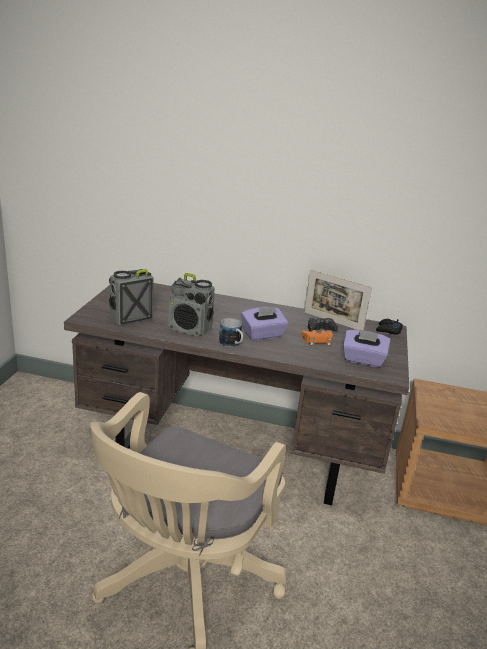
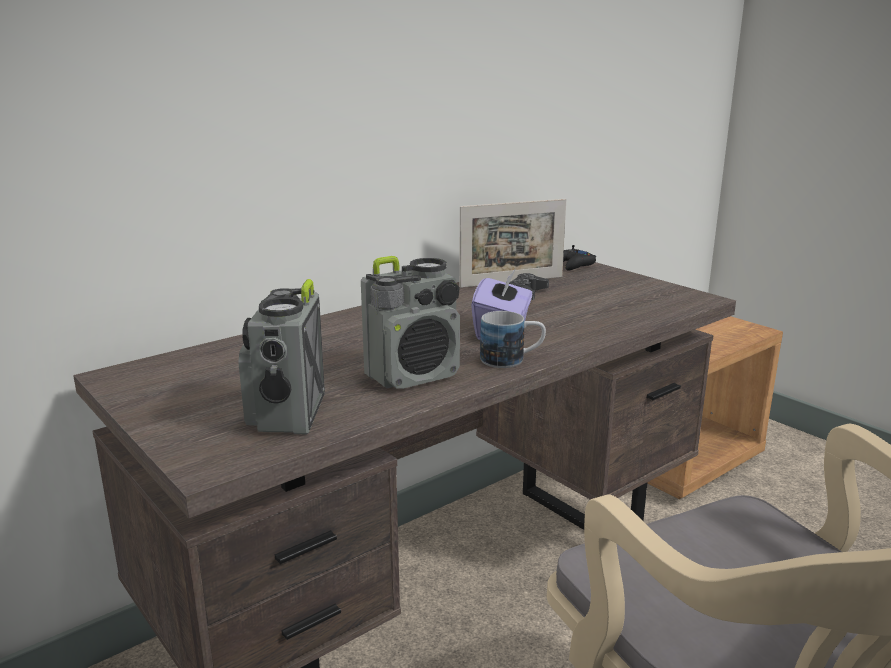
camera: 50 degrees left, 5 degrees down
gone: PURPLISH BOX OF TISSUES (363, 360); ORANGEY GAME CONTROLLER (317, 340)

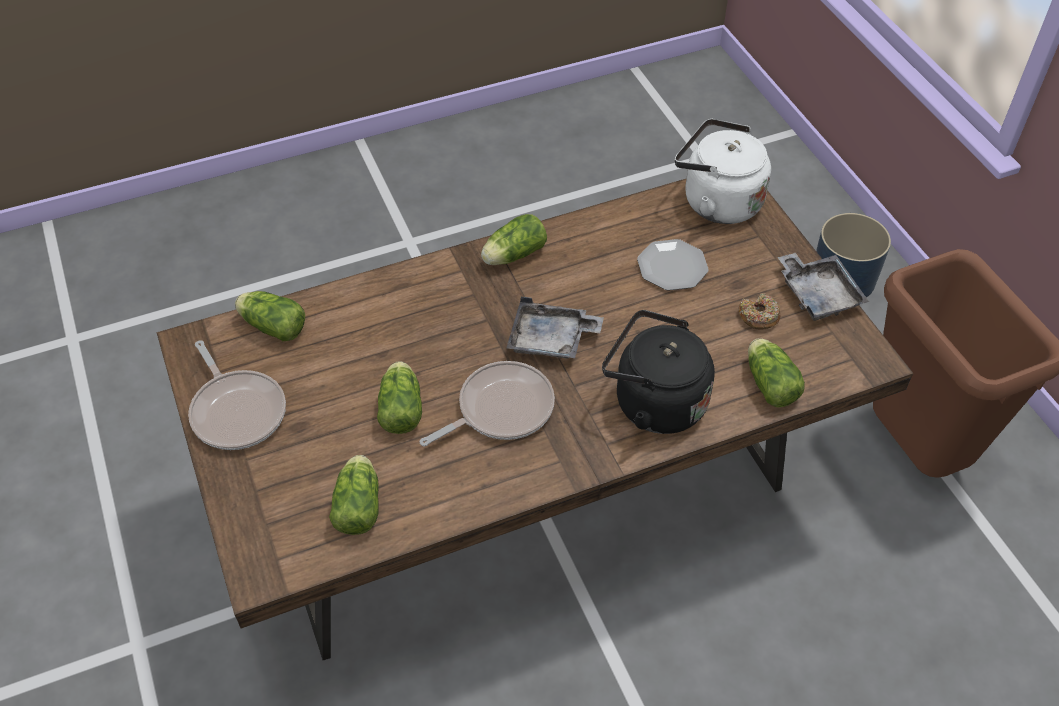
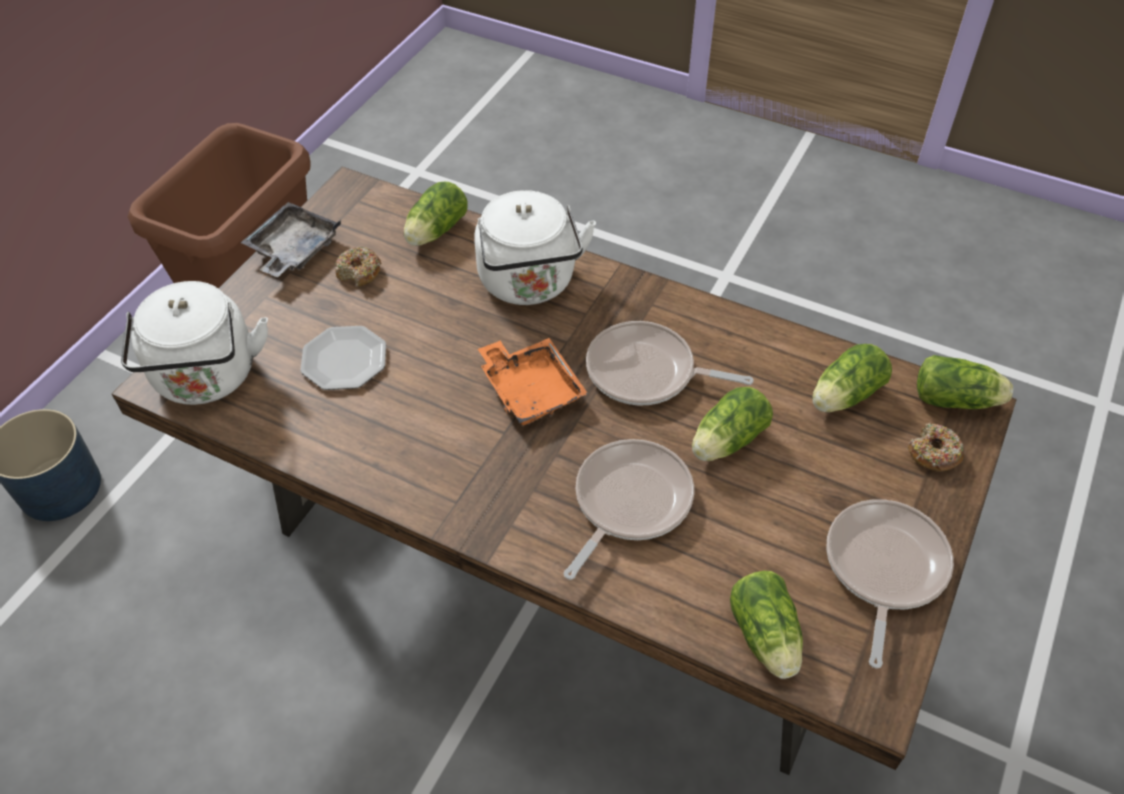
camera: 130 degrees left, 0 degrees up
new: DOUGHNUT (933, 453); PAN (628, 502)
shifted: HEAD OF LETTUCE (512, 255) to (958, 400)
repainted: GREYISH SERVING TRAY (551, 340) to ORANGEY SERVING TRAY (531, 389); BLACKISH KETTLE (654, 402) to WHITE-COLOURED KETTLE (529, 284)

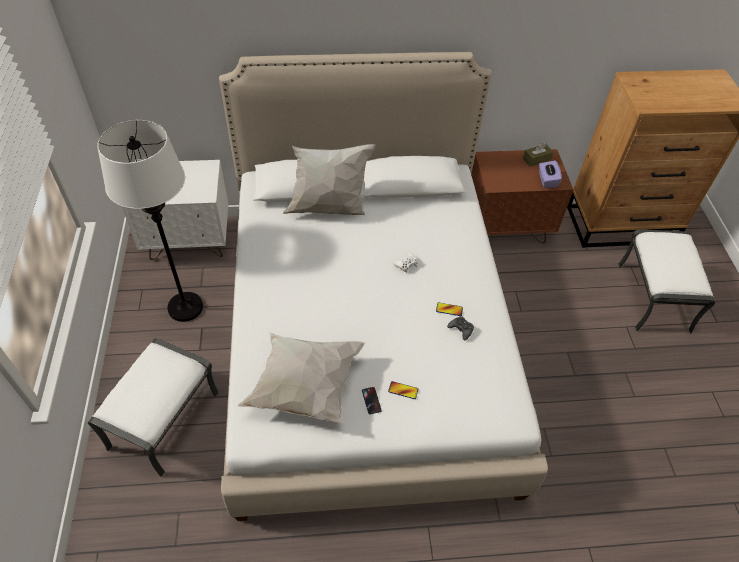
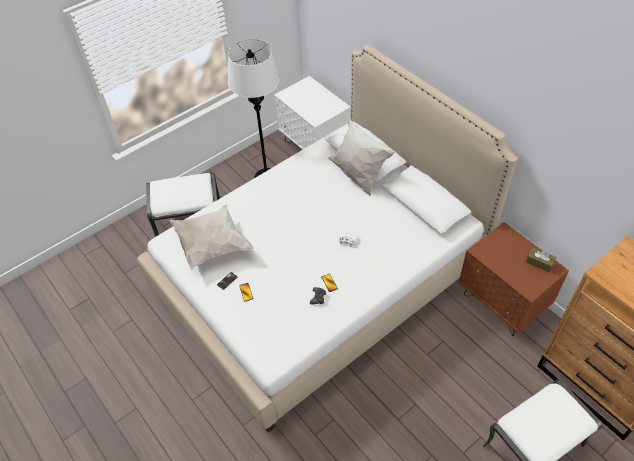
camera: 60 degrees right, 0 degrees up
gone: PURPLISH BOX OF TISSUES (547, 180)

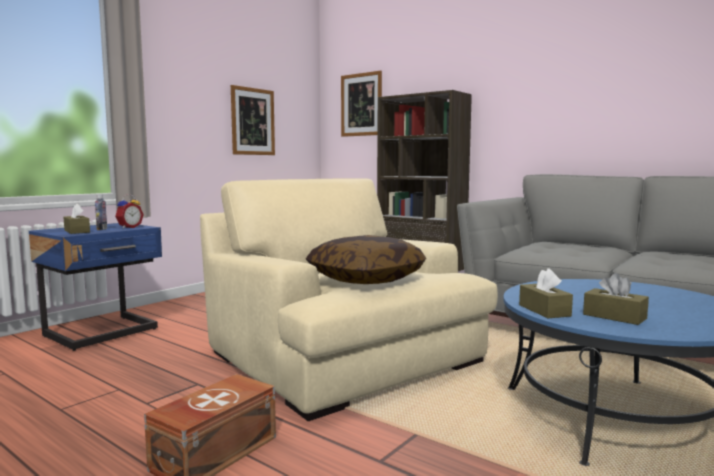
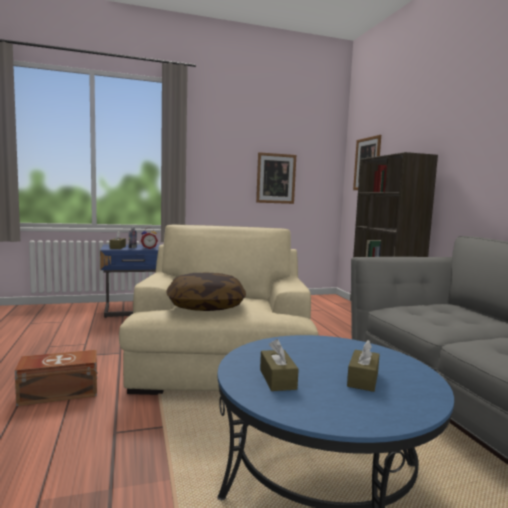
camera: 35 degrees right, 0 degrees up
shifted: BROWNISH BOX OF TISSUES (544, 310) to (363, 379)

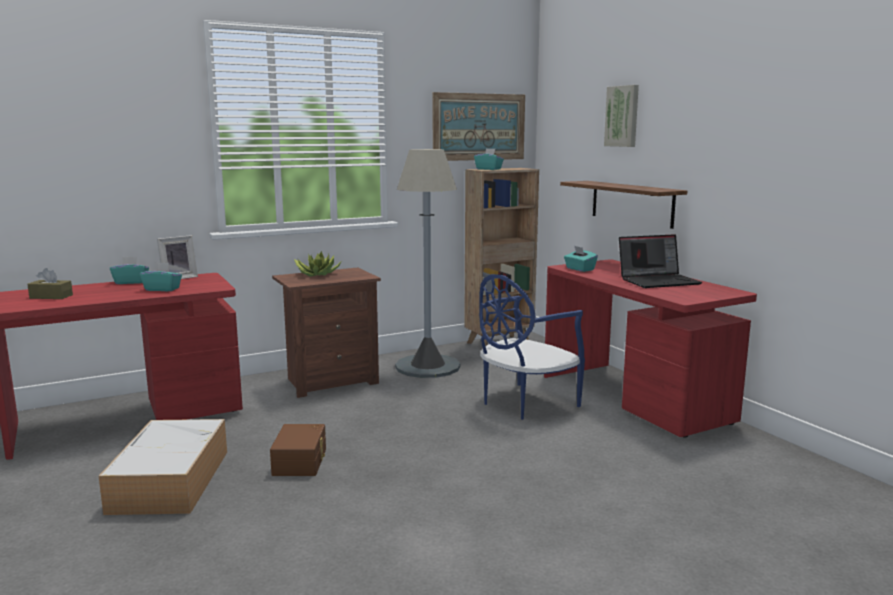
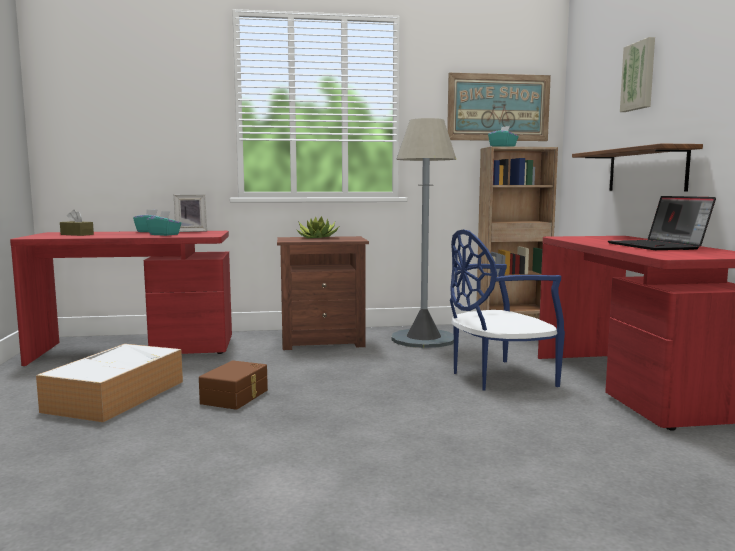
camera: 20 degrees right, 5 degrees down
gone: TURQUOISE BOX OF TISSUES (579, 269)
rotated: NOTEBOOK COMPUTER (659, 281) = (658, 246) 75 degrees clockwise

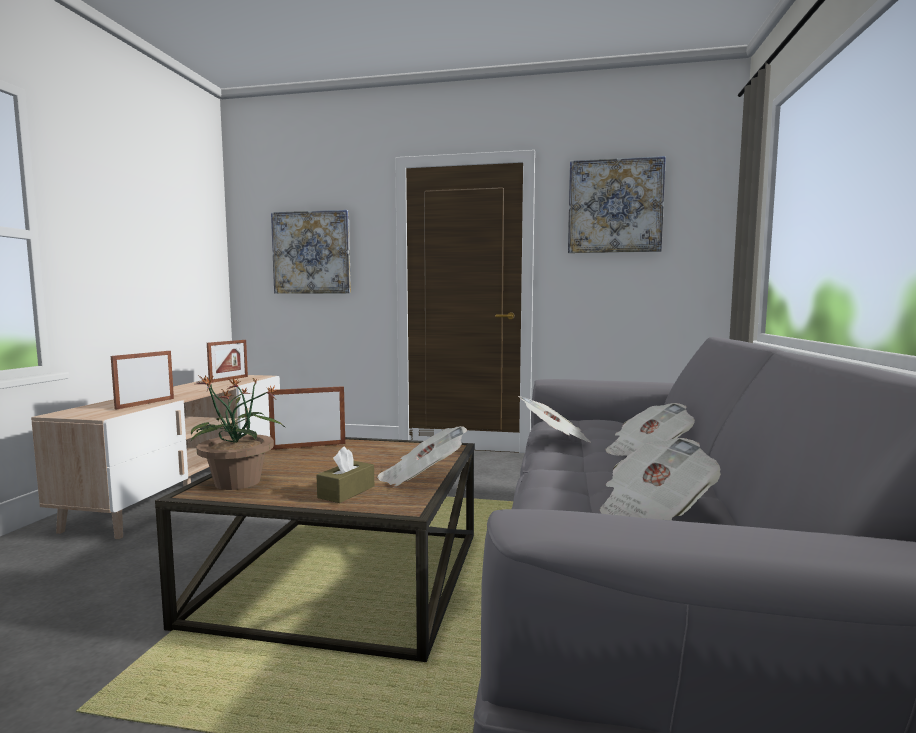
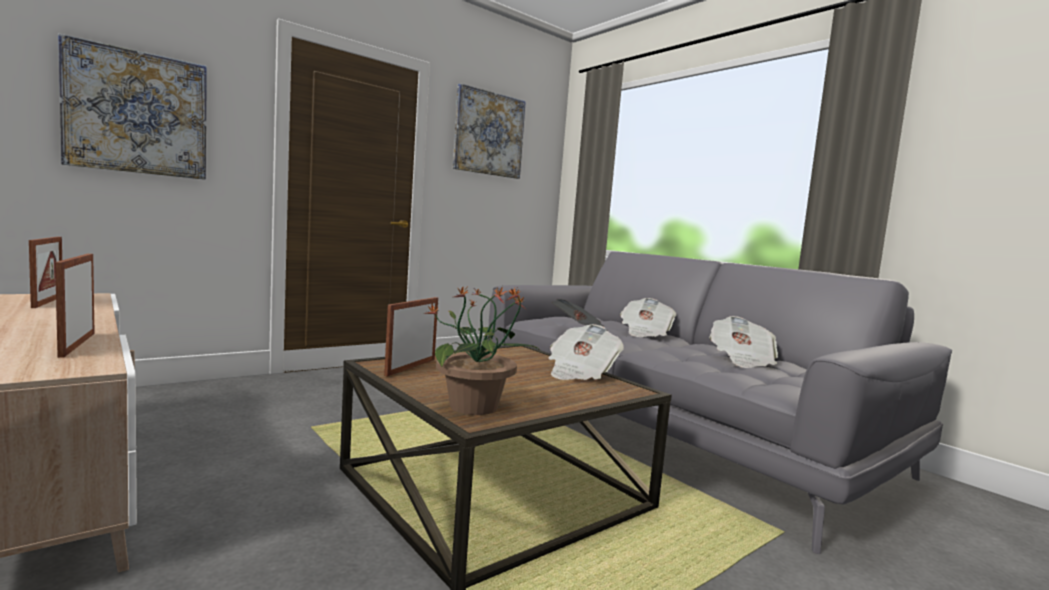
camera: 50 degrees left, 0 degrees up
gone: BROWNISH BOX OF TISSUES (346, 492)

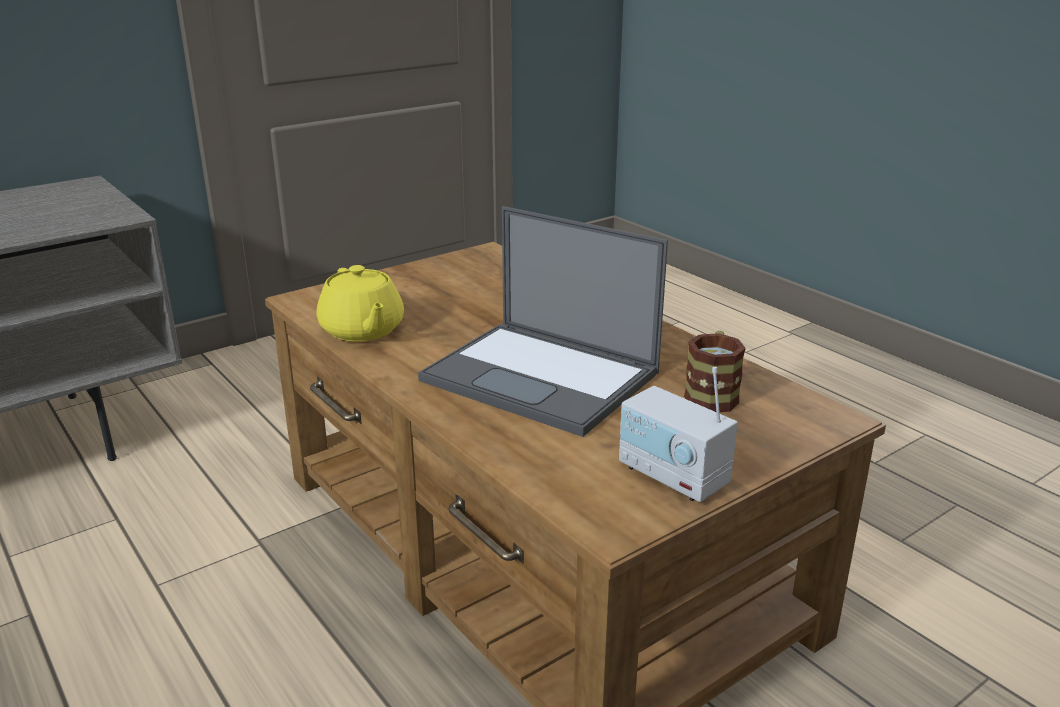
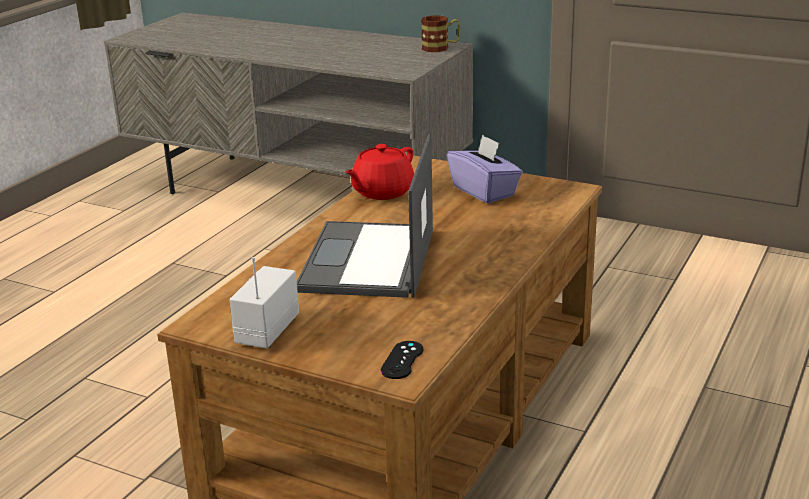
camera: 65 degrees right, 0 degrees up
new: PURPLISH BOX OF TISSUES (484, 191); BLACKISH GAME CONTROLLER (402, 360)
shifted: COFFEE MUG (712, 394) to (441, 48)
repainted: YELLOW-COLOURED TEAPOT (362, 330) to RED-COLOURED TEAPOT (381, 192)

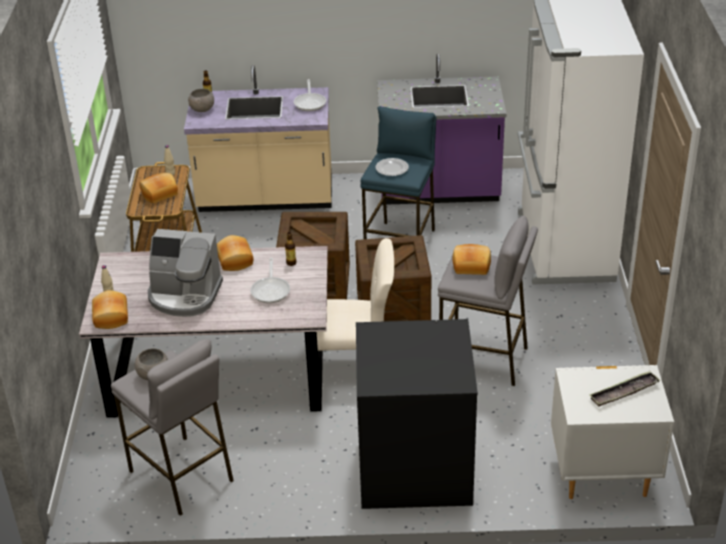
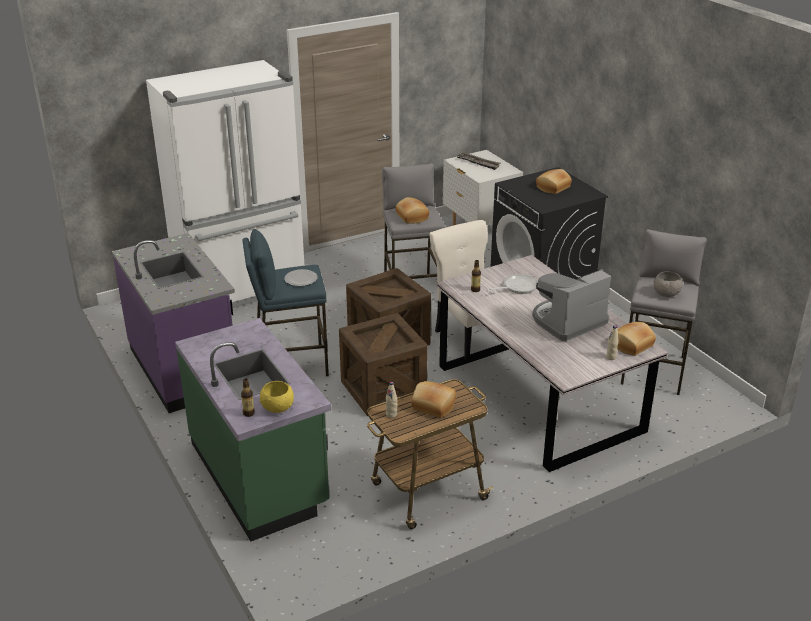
camera: 120 degrees left, 5 degrees down
gone: PAN (310, 102)
shifted: BREAD (234, 260) to (553, 188)
repainted: BEIGE KITCHEN COUNTER (266, 198) to GREEN-COLOURED KITCHEN COUNTER (260, 475); GREYISH DEEP DISH (203, 109) to YELLOW-COLOURED DEEP DISH (277, 407)
rotated: COFFEE MACHINE (184, 295) = (567, 321) 105 degrees counterclockwise

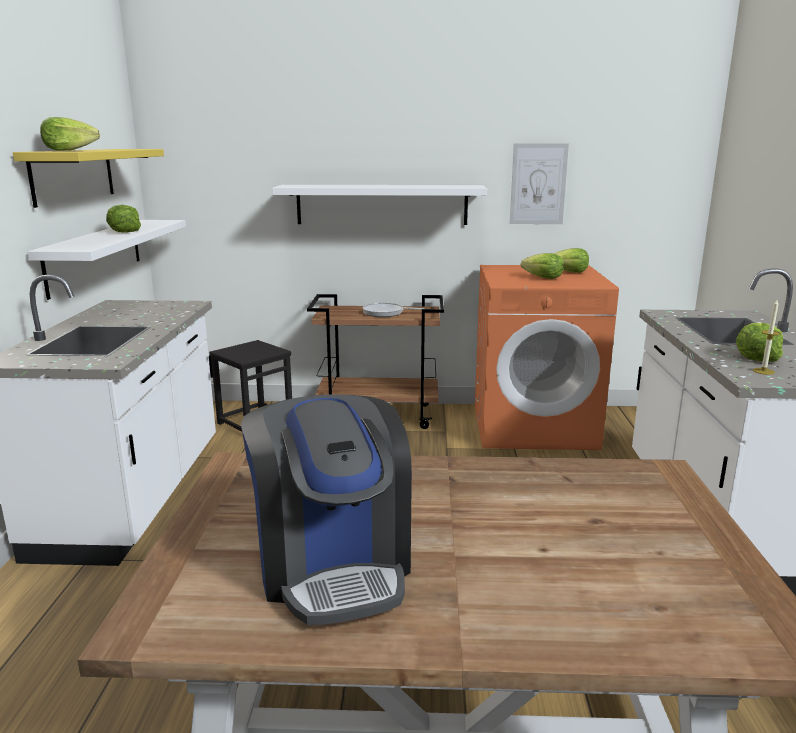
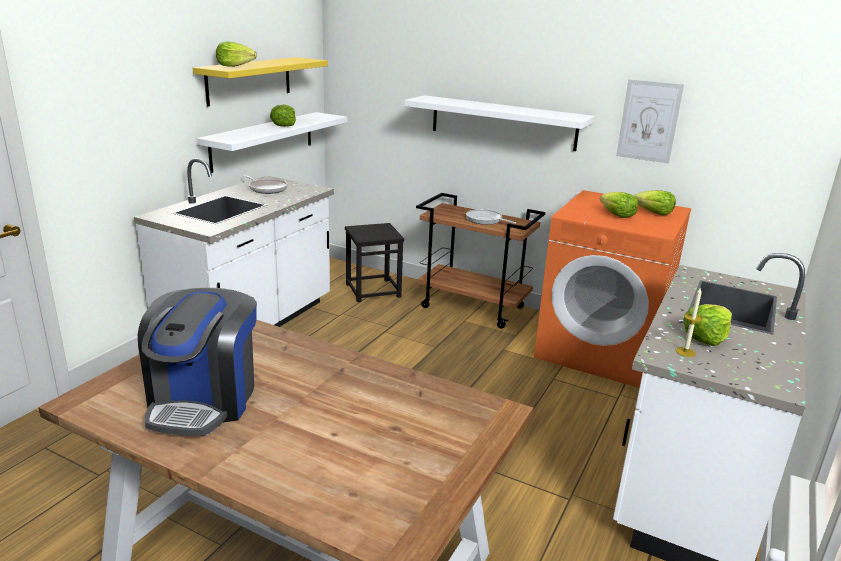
camera: 25 degrees right, 5 degrees up
new: PAN (267, 189)

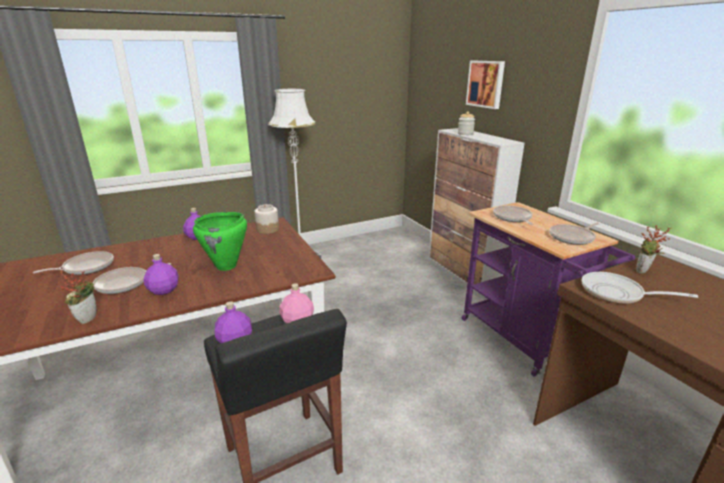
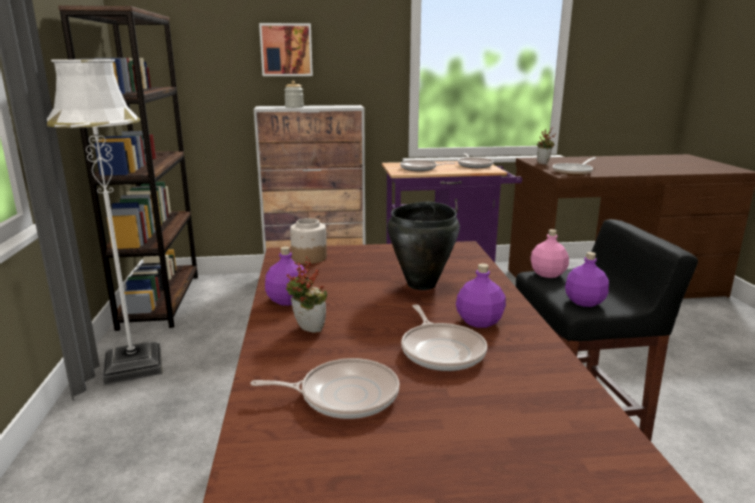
camera: 70 degrees left, 5 degrees down
new: BROWNISH BOOKCASE (160, 300)
shifted: HOUSEPLANT (87, 318) to (306, 330)
repainted: GREEN-COLOURED SAUCEPOT (226, 266) to BLACKISH SAUCEPOT (422, 284)
rotated: PAN (86, 267) = (344, 395) 105 degrees clockwise

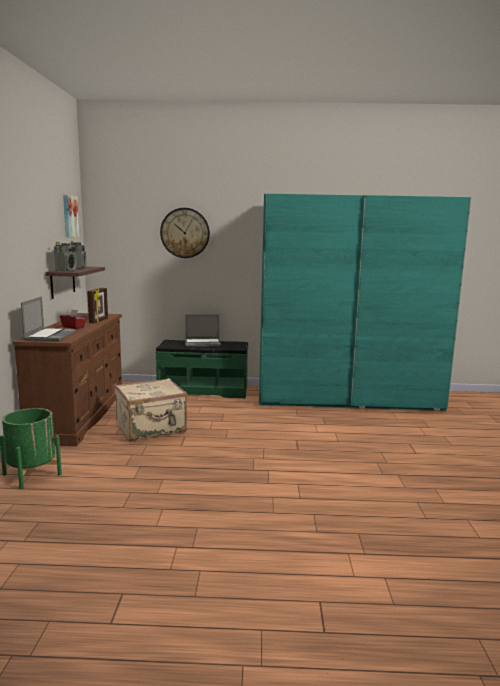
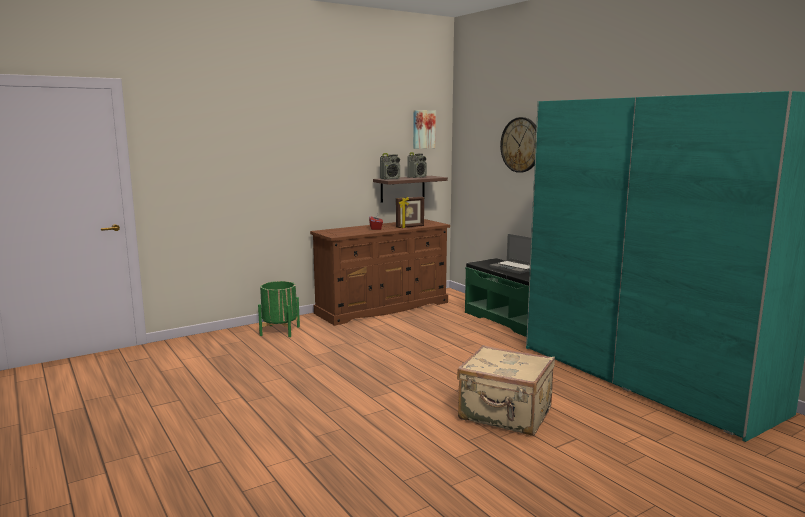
camera: 55 degrees right, 0 degrees up
gone: NOTEBOOK COMPUTER (50, 336)
shifted: BEIGE TRAVEL CASE (151, 428) to (505, 415)

